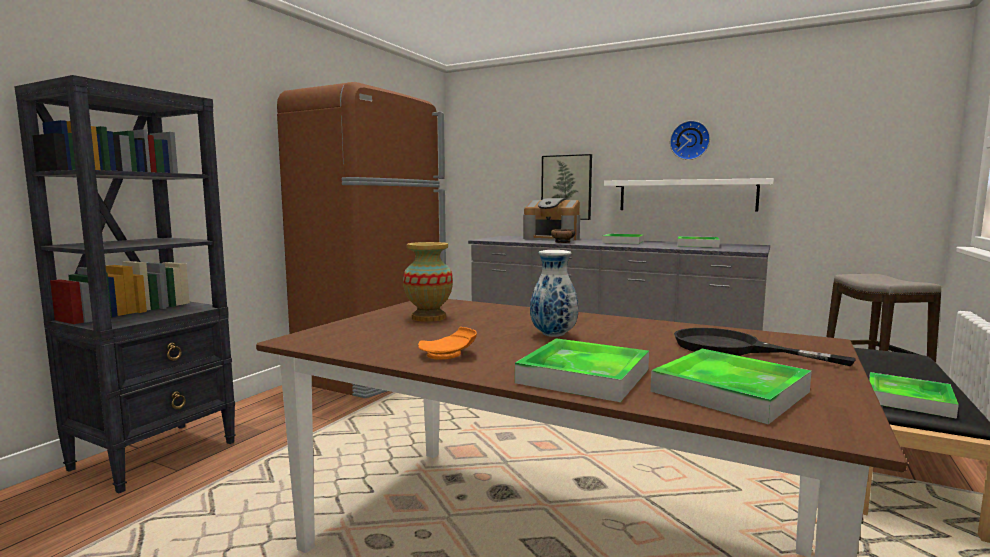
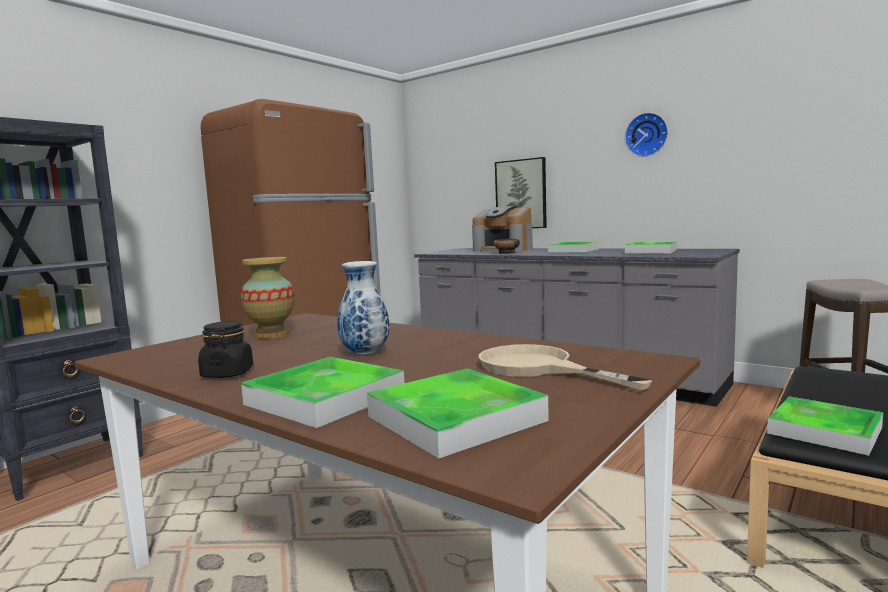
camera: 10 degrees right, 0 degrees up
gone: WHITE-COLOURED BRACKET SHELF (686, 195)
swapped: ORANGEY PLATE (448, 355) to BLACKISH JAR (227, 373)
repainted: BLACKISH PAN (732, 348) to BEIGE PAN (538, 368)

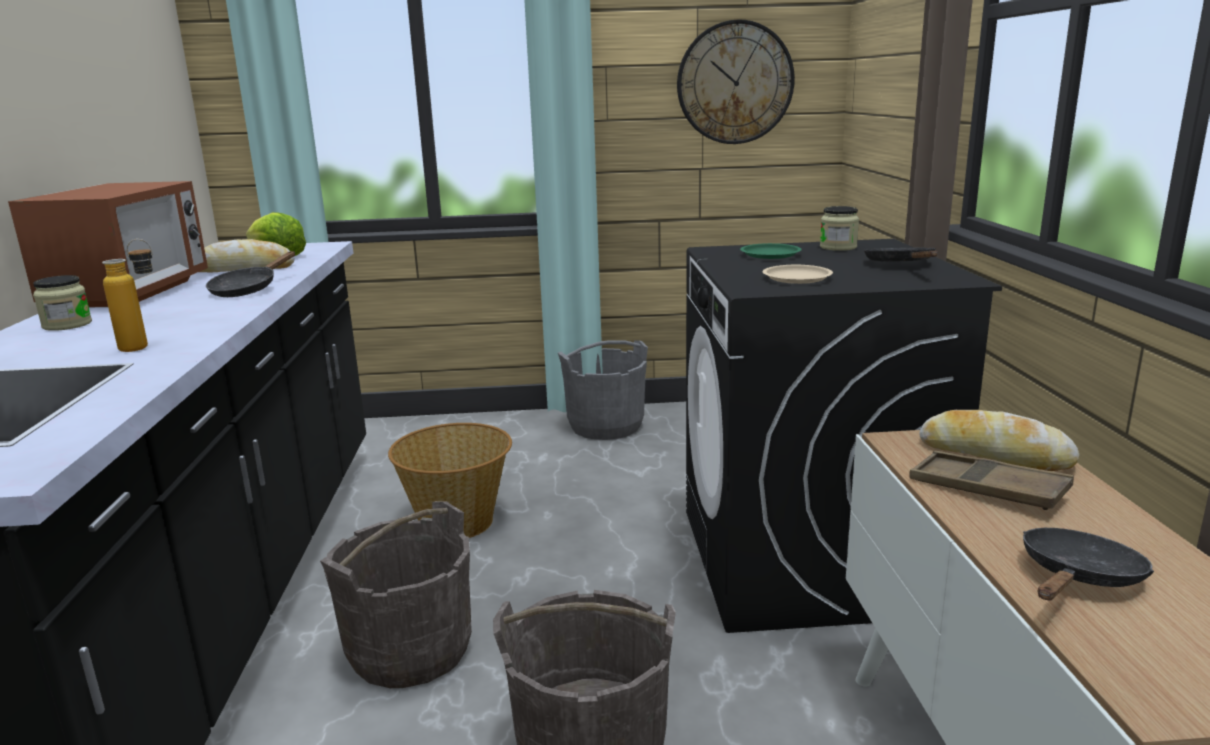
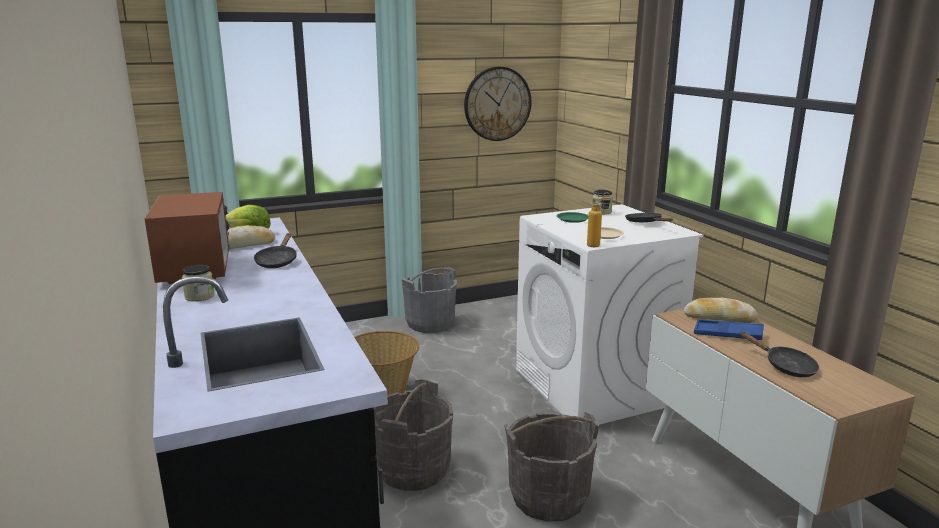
camera: 20 degrees left, 0 degrees up
shifted: DRINK BOTTLE (145, 347) to (597, 245)
repainted: BLACKISH WASHING MACHINE (805, 561) to WHITE-COLOURED WASHING MACHINE (595, 387); BROWNISH SERVING TRAY (987, 489) to BLUE SERVING TRAY (728, 334)
rotated: BLACKISH PAN (1078, 577) = (785, 366) 120 degrees clockwise

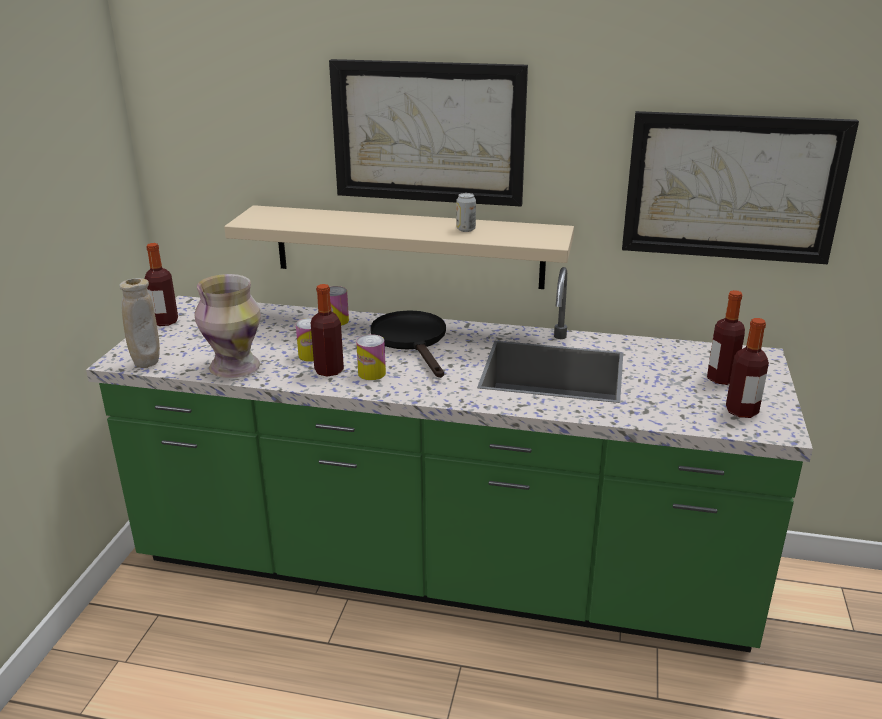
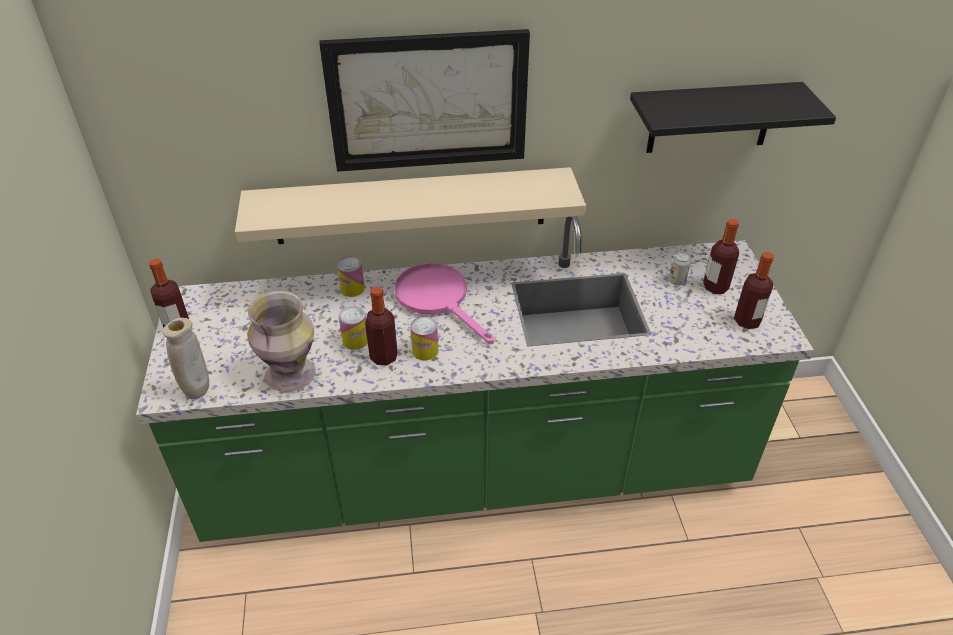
camera: 20 degrees left, 15 degrees up
shifted: METAL CAN (466, 229) to (677, 281)
swapped: WALL PICTURE (732, 187) to BLACKISH BRACKET SHELF (710, 118)
repainted: BLACKISH PAN (412, 340) to PINK PAN (438, 299)

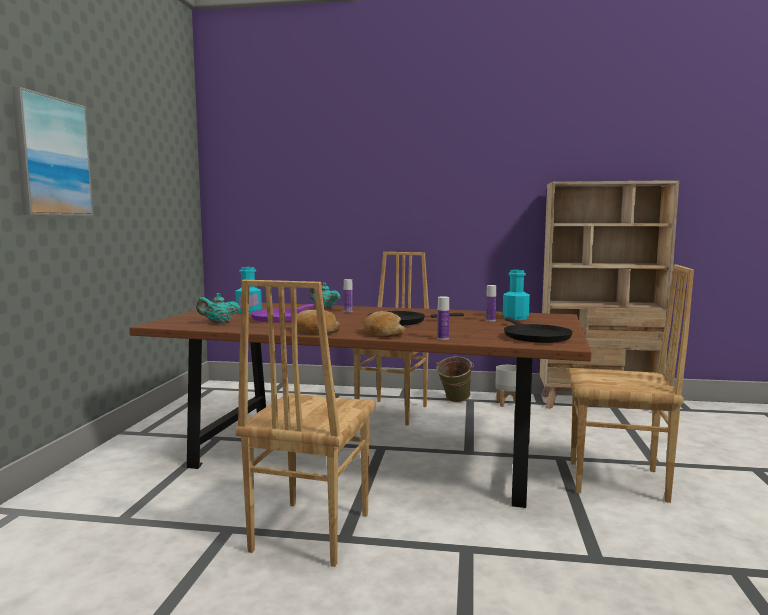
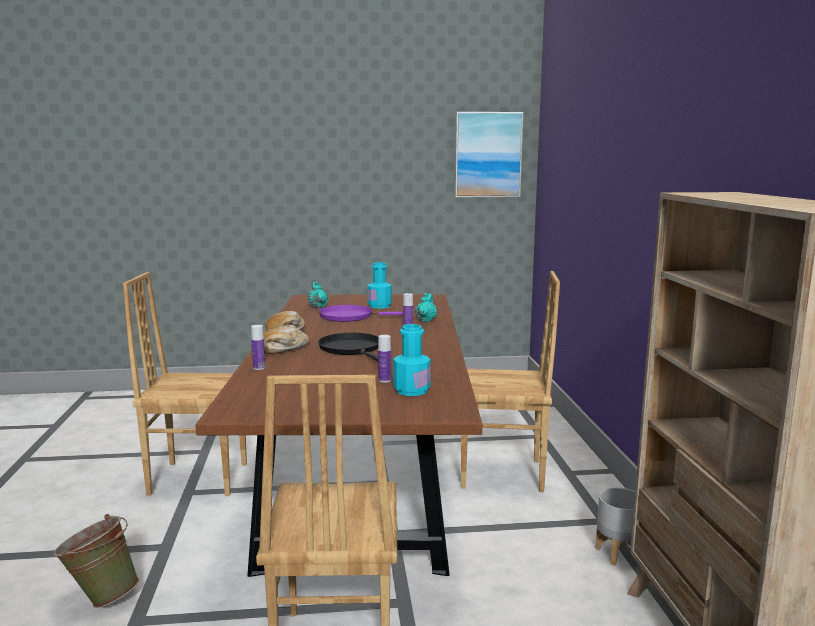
camera: 75 degrees right, 5 degrees up
gone: BLACKISH PAN (534, 336)
shifted: WALL PICTURE (52, 157) to (487, 155); GREEN-COLOURED PAIL (454, 401) to (101, 597)

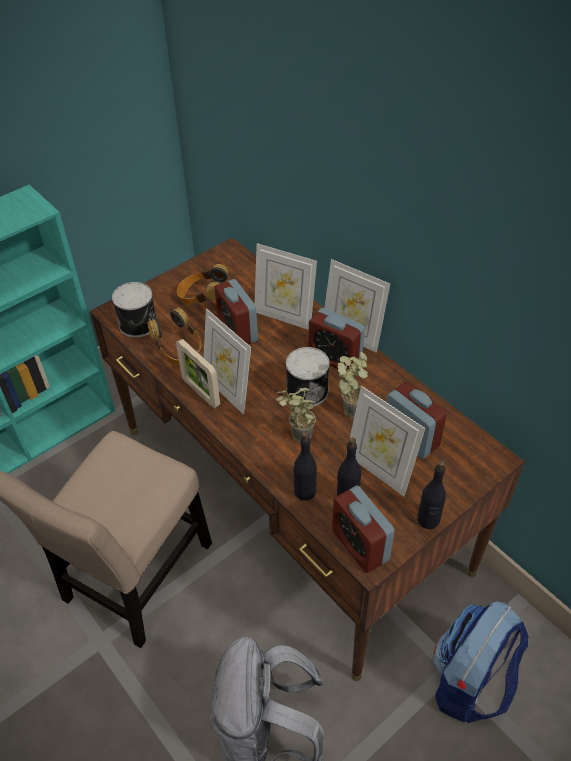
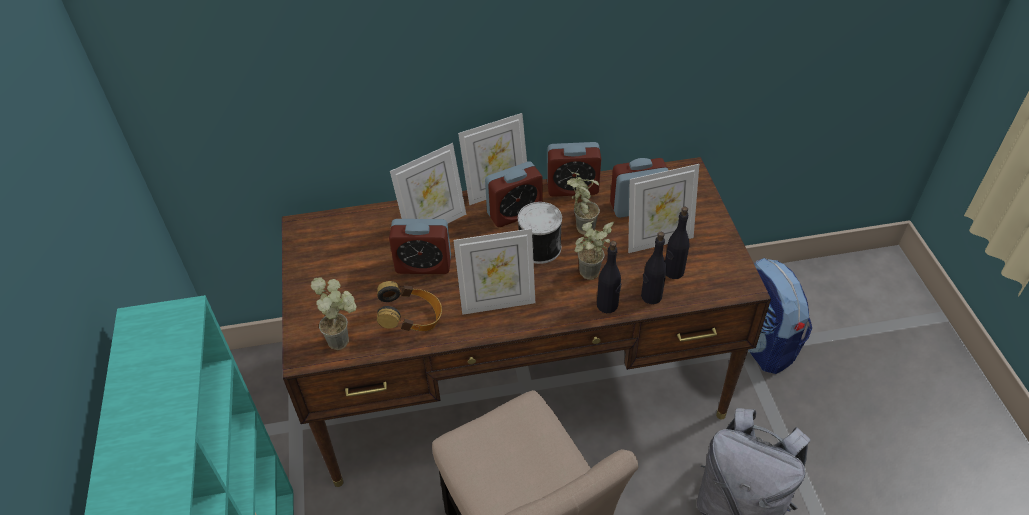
camera: 60 degrees left, 0 degrees up
gone: HEADSET (203, 298); PHOTO FRAME (201, 392)
shifted: BLACKISH DRINK BOTTLE (428, 520) to (607, 305); TABLE CLOCK (360, 545) to (572, 188)
swapped: METAL CAN (139, 324) to HOUSEPLANT (344, 339)

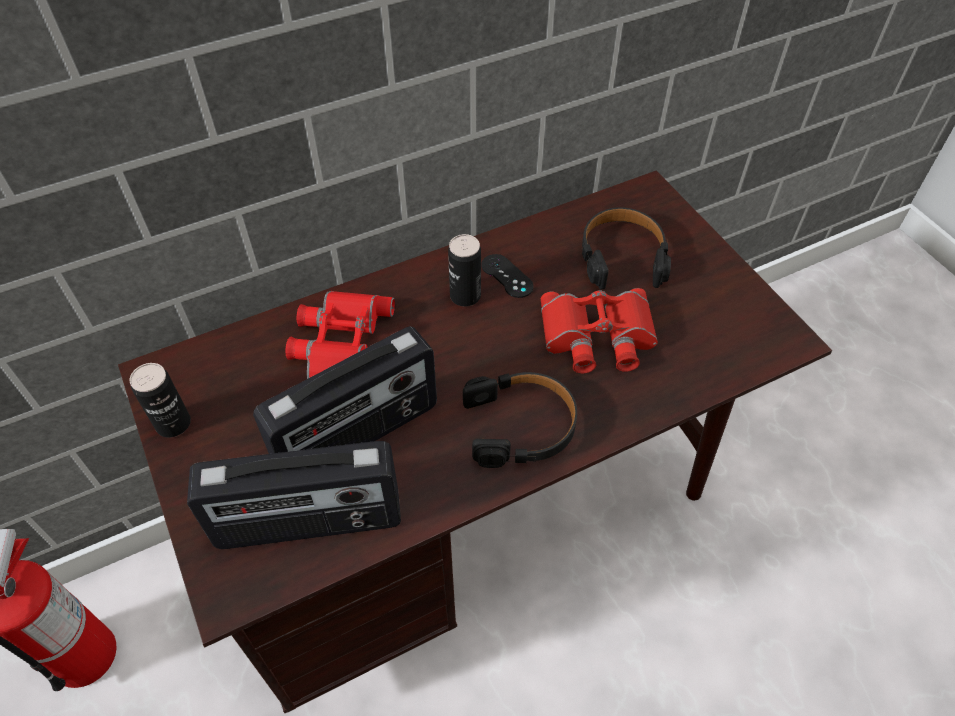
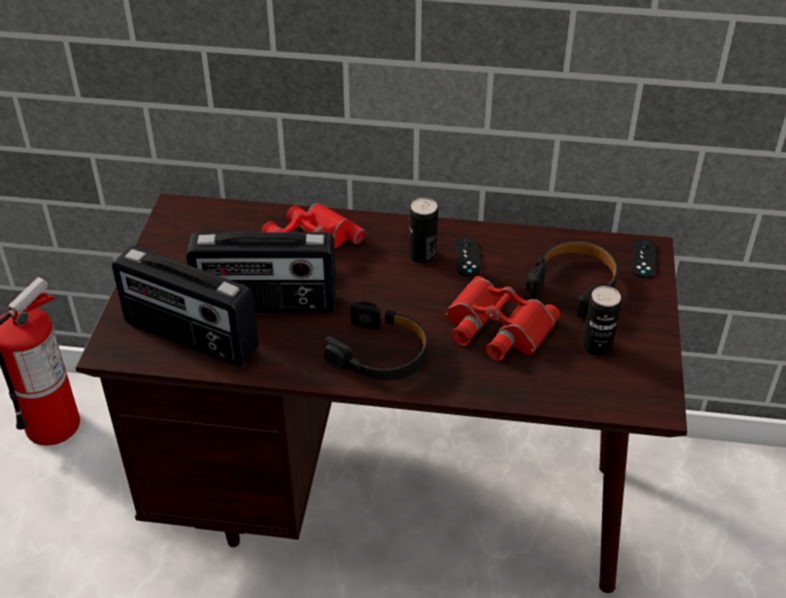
camera: 35 degrees right, 10 degrees down
new: BLACKISH GAME CONTROLLER (643, 258)
shifted: METAL CAN (173, 423) to (597, 346)

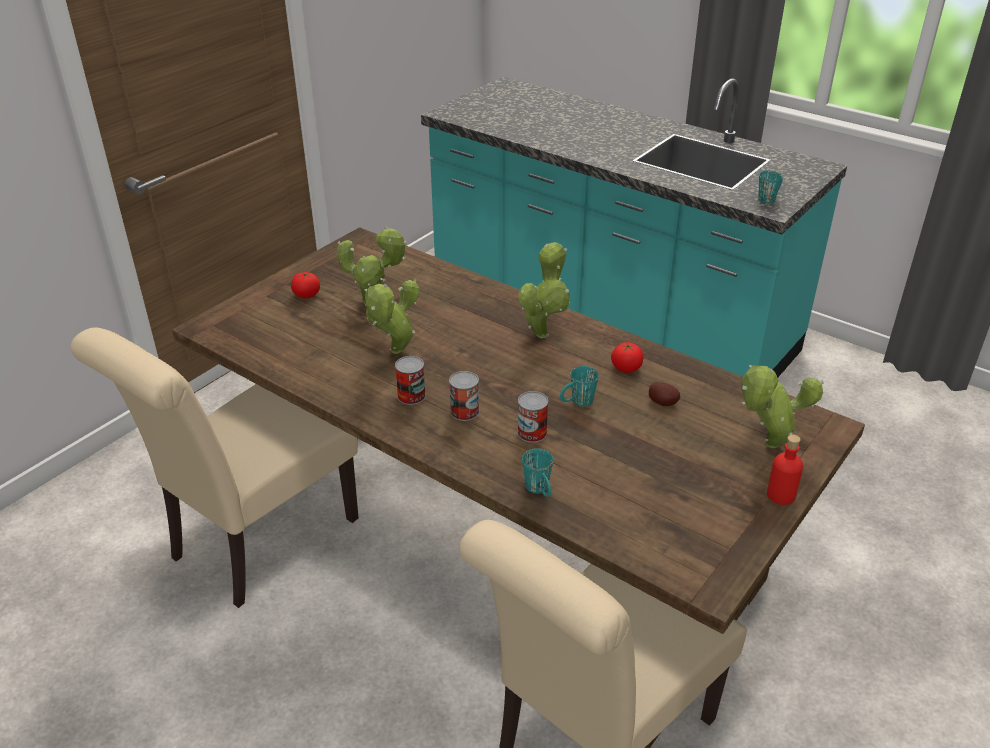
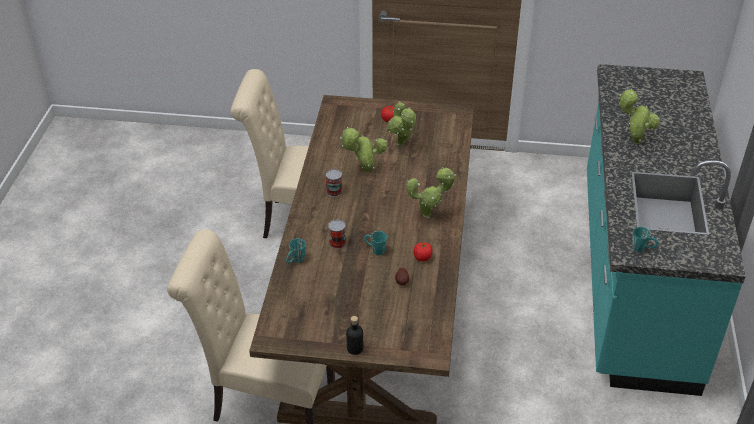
camera: 60 degrees right, 5 degrees up
gone: METAL CAN (464, 411)
shifted: HOUSEPLANT (767, 446) to (634, 140)
repainted: RED-COLOURED DRINK BOTTLE (780, 495) to BLACKISH DRINK BOTTLE (355, 348)

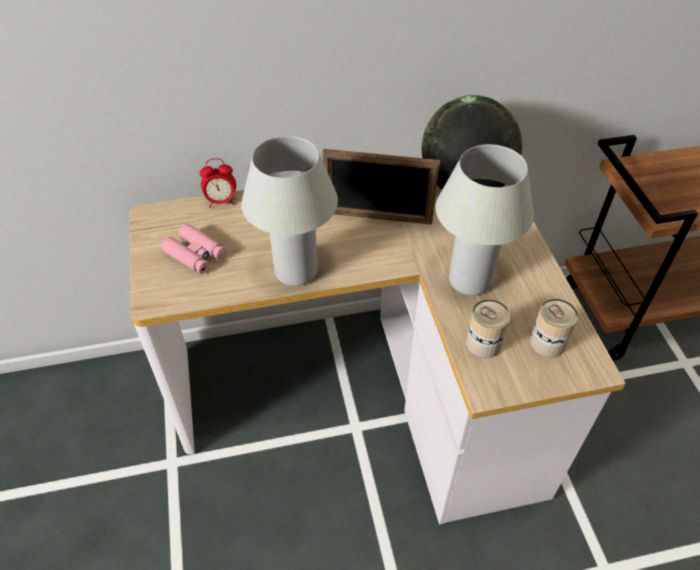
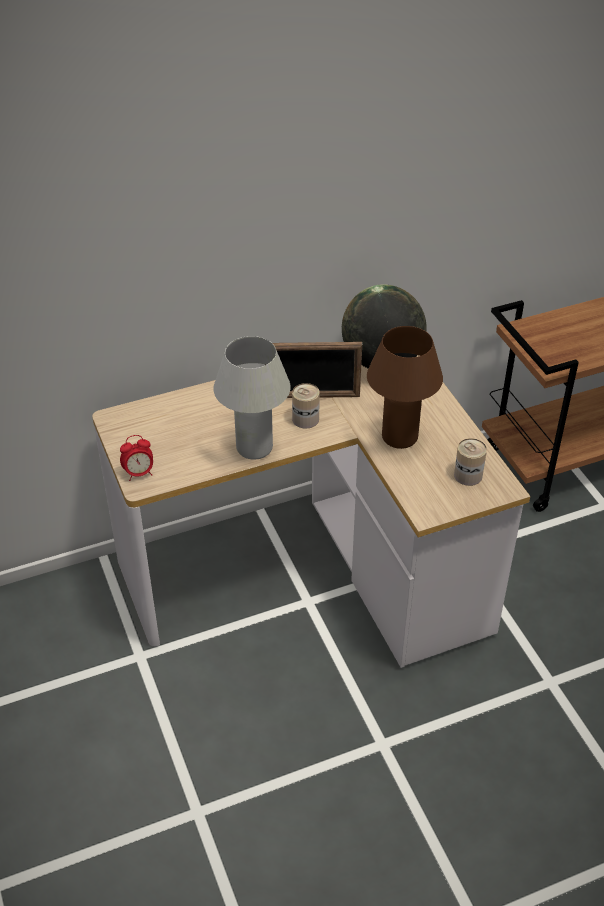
camera: 10 degrees left, 5 degrees down
gone: PINK BINOCULARS (195, 254)
shifted: TABLE CLOCK (221, 201) to (139, 473); METAL CAN (483, 343) to (305, 419)
repainted: WHITE-COLOURED TABLE LAMP (470, 280) to BROWNISH TABLE LAMP (399, 437)

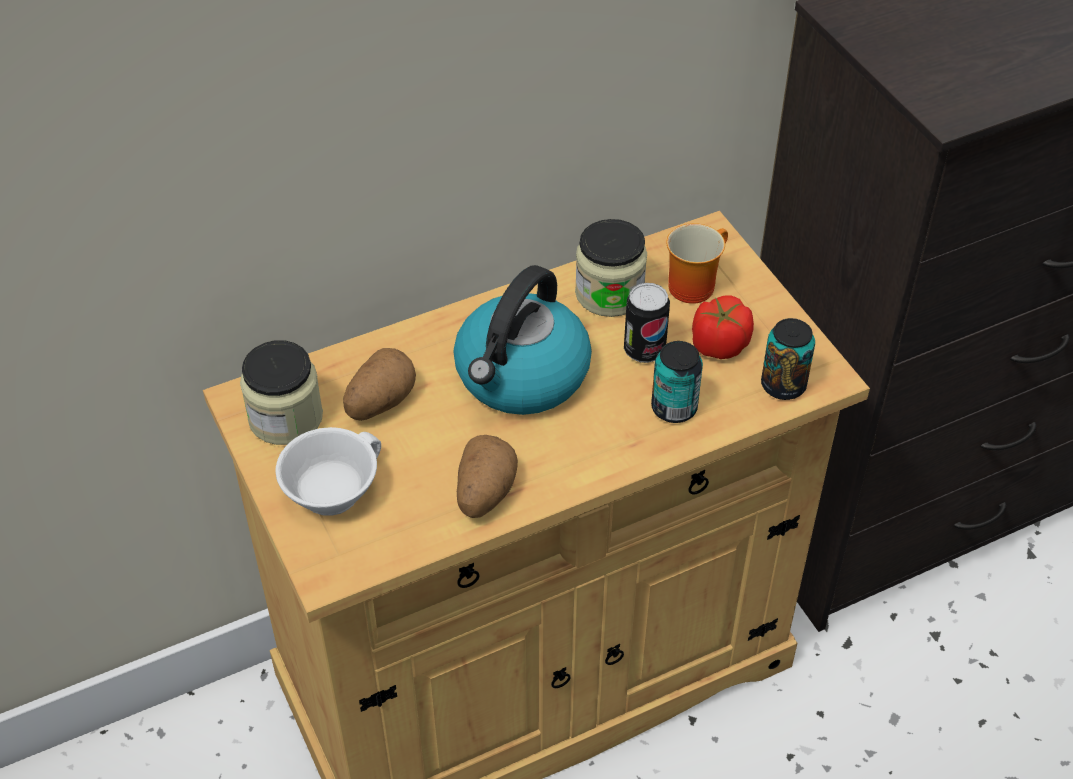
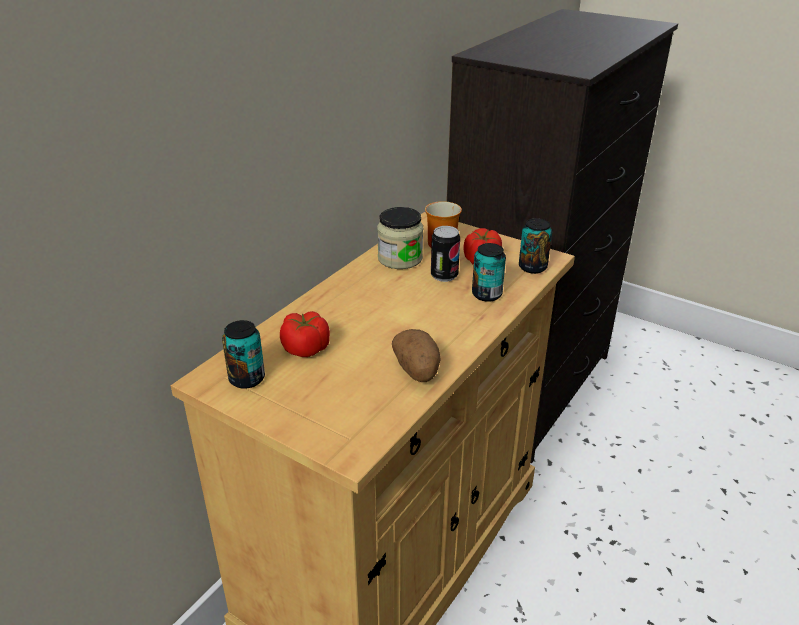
camera: 30 degrees left, 15 degrees down
gone: KETTLE (521, 376); WHITE-COLOURED DRINKING CUP (330, 488)
swapped: JAR (286, 418) to METAL CAN (247, 379); SPUD (380, 402) to WHOLE TOMATO (306, 349)

